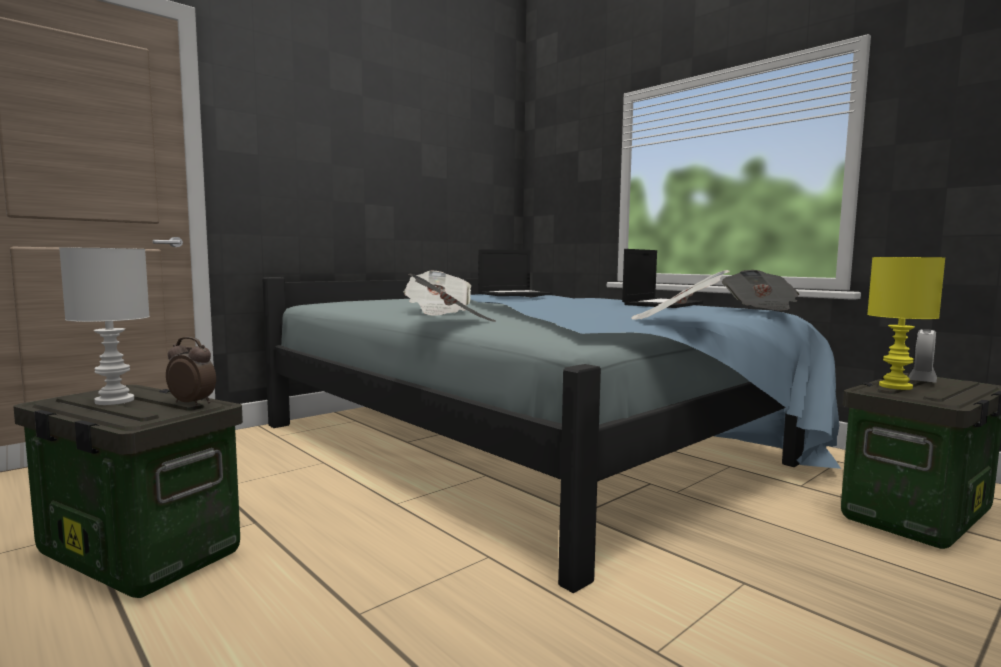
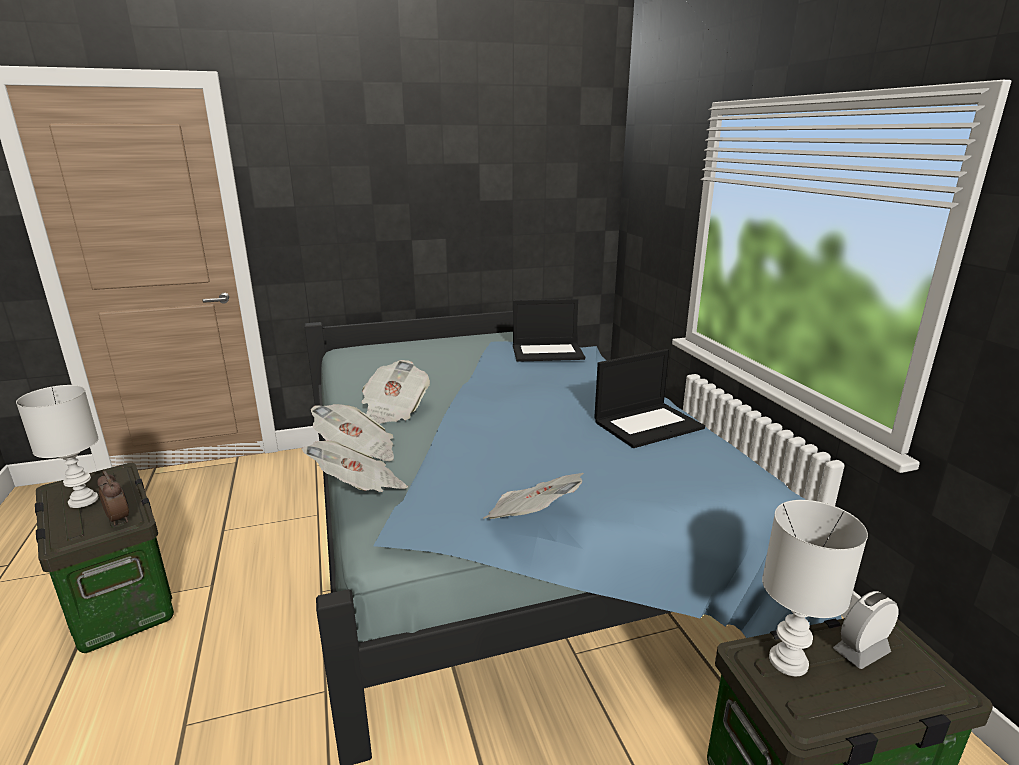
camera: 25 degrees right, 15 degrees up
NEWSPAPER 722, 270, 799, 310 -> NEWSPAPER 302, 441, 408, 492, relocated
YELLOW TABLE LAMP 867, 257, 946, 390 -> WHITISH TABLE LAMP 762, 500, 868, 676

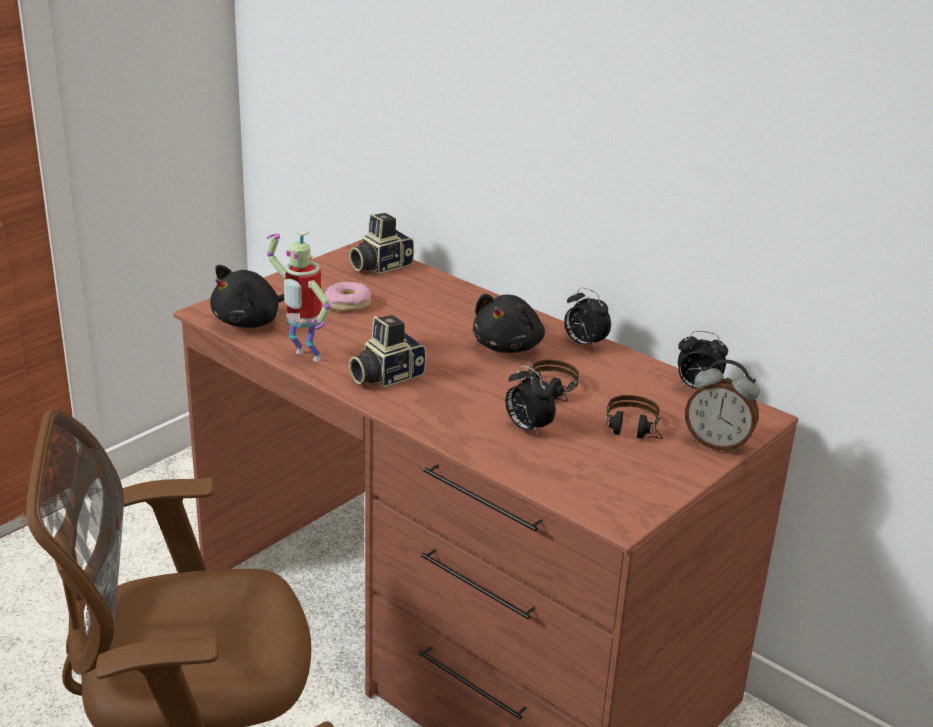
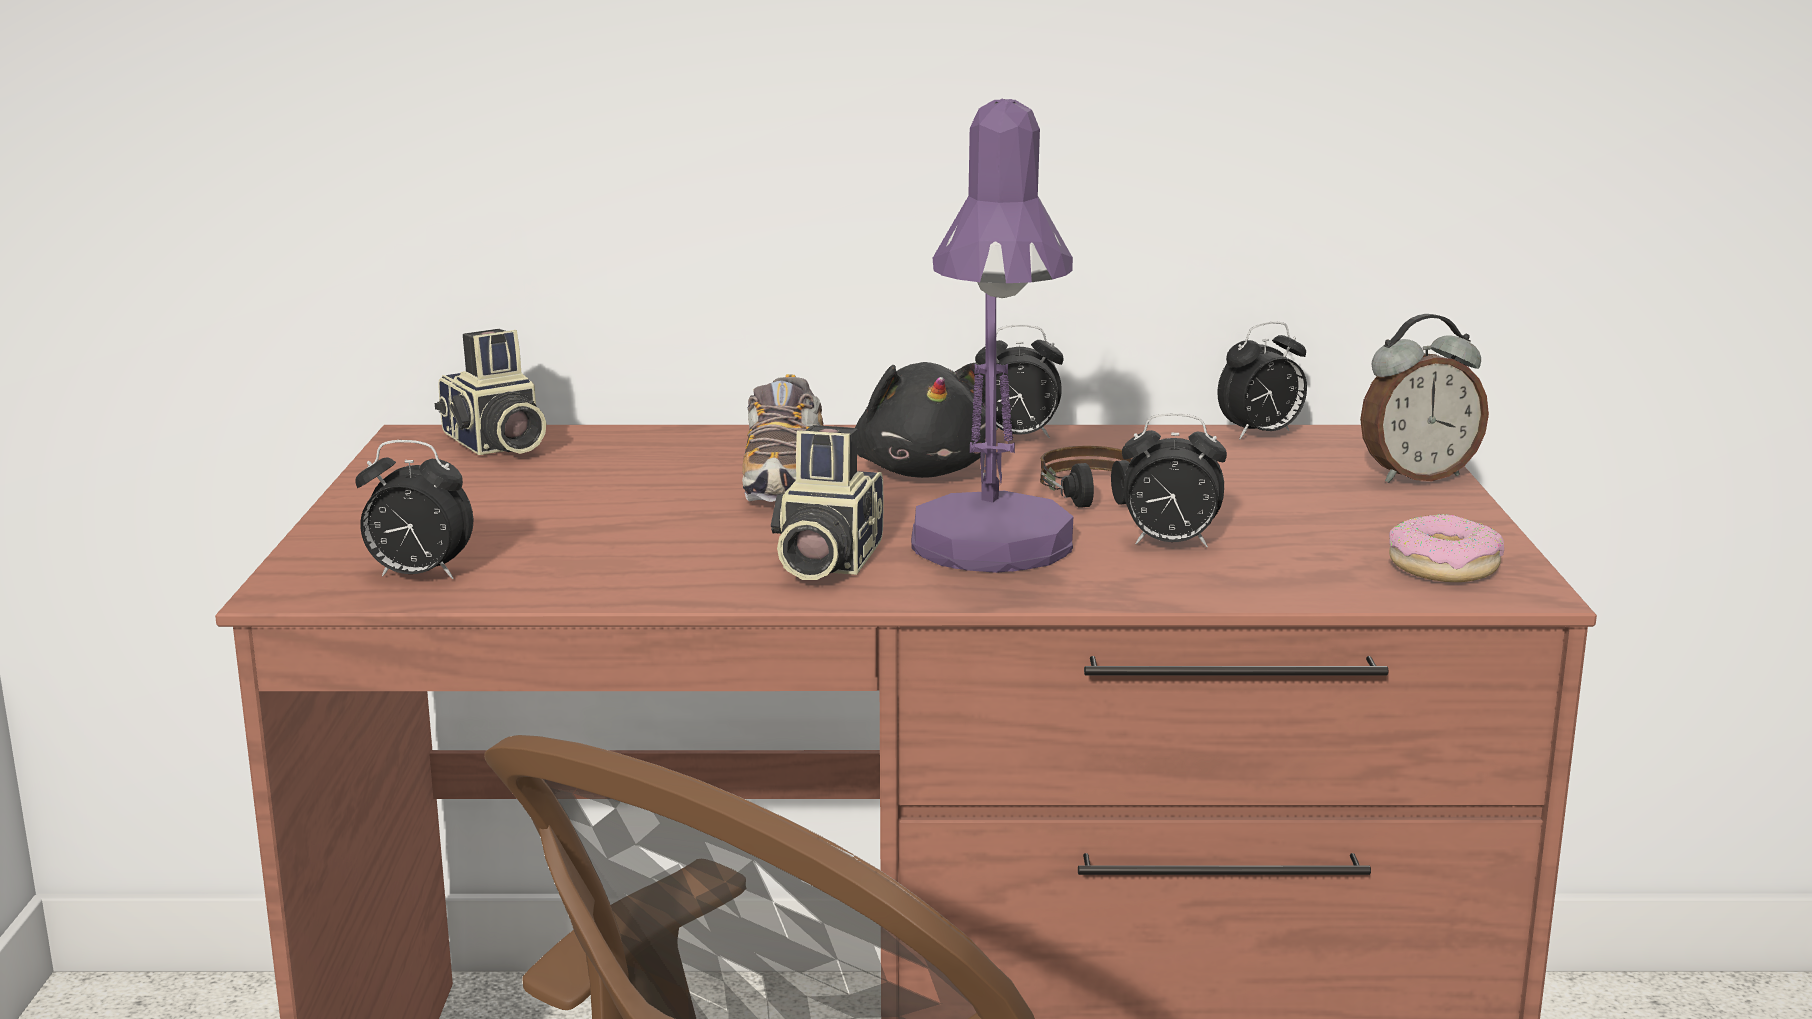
camera: 40 degrees left, 10 degrees down
BLACKISH CUDDLY TOY 210, 265, 284, 328 -> ALARM CLOCK 355, 440, 473, 579
PHOTO CAMERA 349, 213, 414, 274 -> PHOTO CAMERA 435, 329, 547, 455, 45 degrees counterclockwise
none -> ITEM OF FOOTWEAR 742, 374, 823, 502
none -> PURPLISH TABLE LAMP 911, 99, 1073, 573
DONUT 325, 282, 371, 312 -> DONUT 1389, 514, 1504, 582, relocated
TOY ROBOT 267, 230, 331, 362 -> none
HEADPHONES 606, 395, 663, 439 -> none

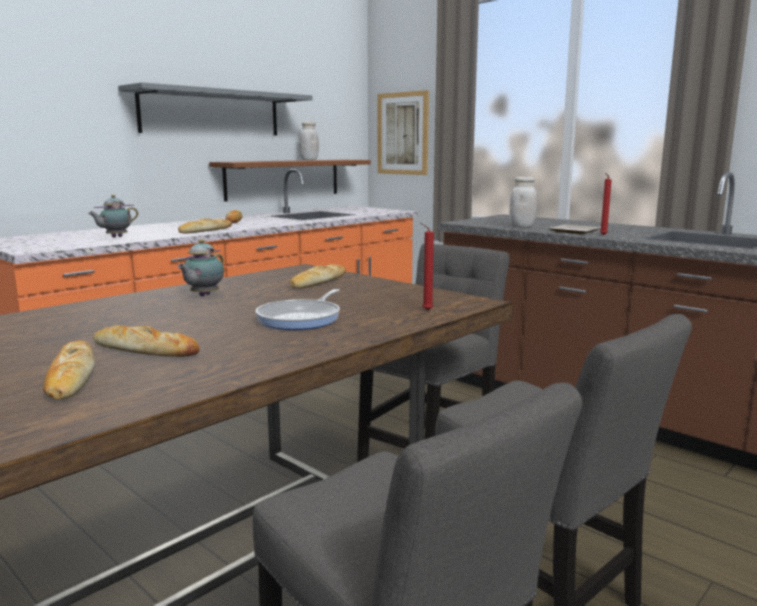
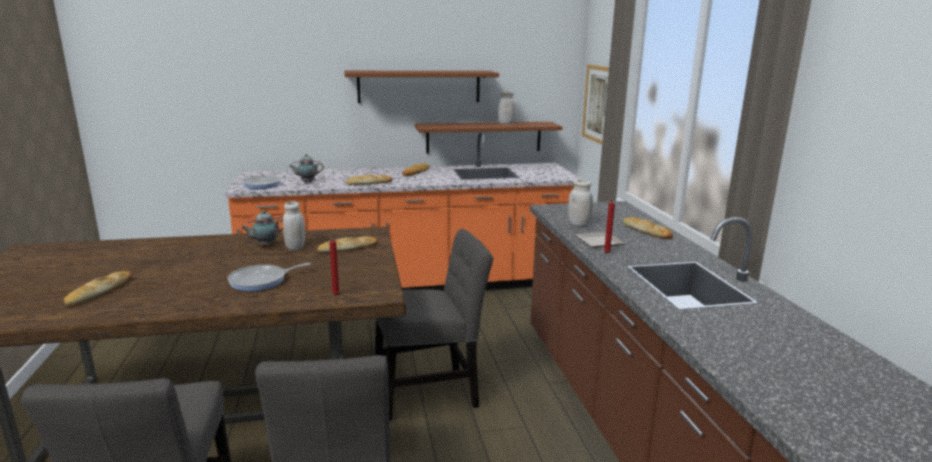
camera: 35 degrees right, 5 degrees up
none -> SKILLET 242, 171, 281, 189
none -> WHITISH JAR 283, 201, 305, 250
GRAY SHELF 118, 82, 313, 135 -> BROWN-COLOURED SHELF 344, 71, 499, 103
BAKERY BREAD 93, 325, 199, 357 -> BAKERY BREAD 623, 217, 673, 239, relocated

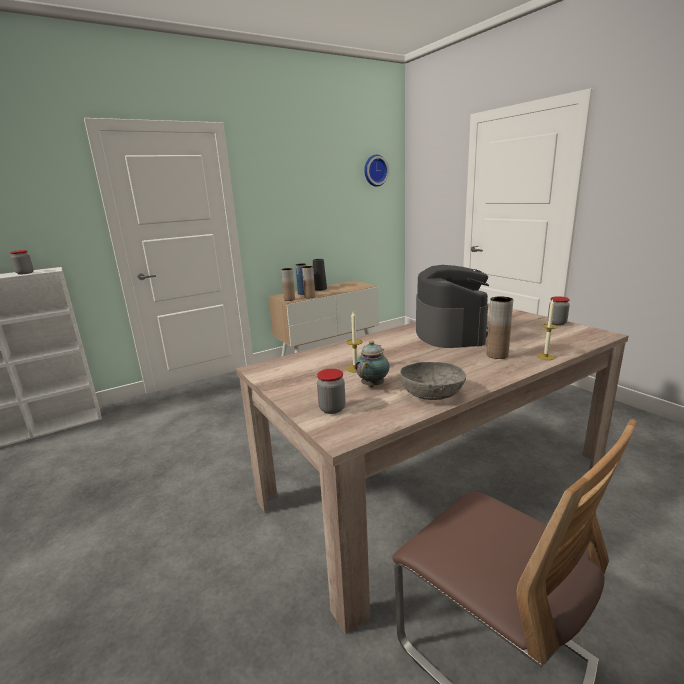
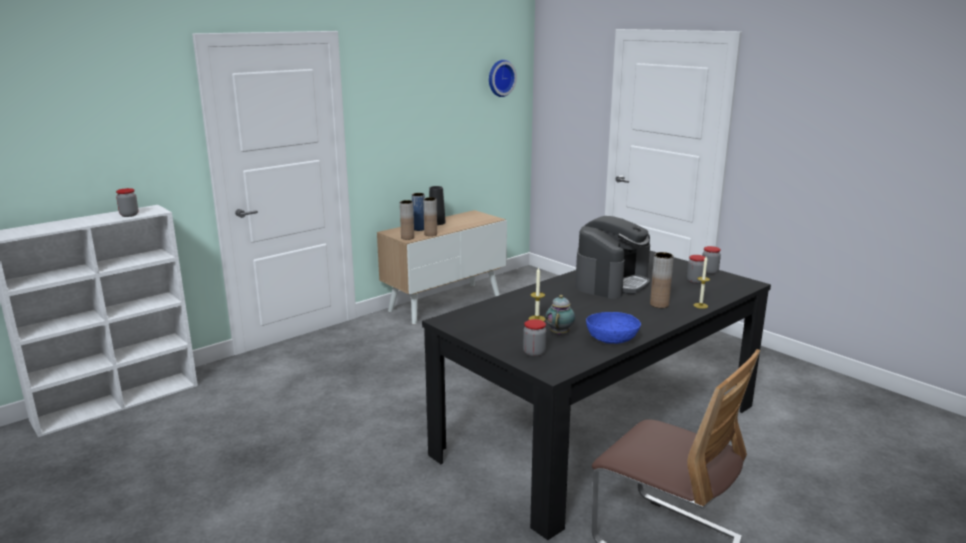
camera: 10 degrees left, 0 degrees up
SAND-COLOURED DINING TABLE 236, 303, 629, 634 -> BLACKISH DINING TABLE 422, 251, 771, 540
COFFEE BREWER 416, 265, 489, 348 -> COFFEE BREWER 575, 216, 650, 299, 45 degrees clockwise
GRAY DEEP DISH 400, 362, 466, 400 -> BLUISH DEEP DISH 586, 312, 641, 344
none -> JAR 687, 255, 705, 284

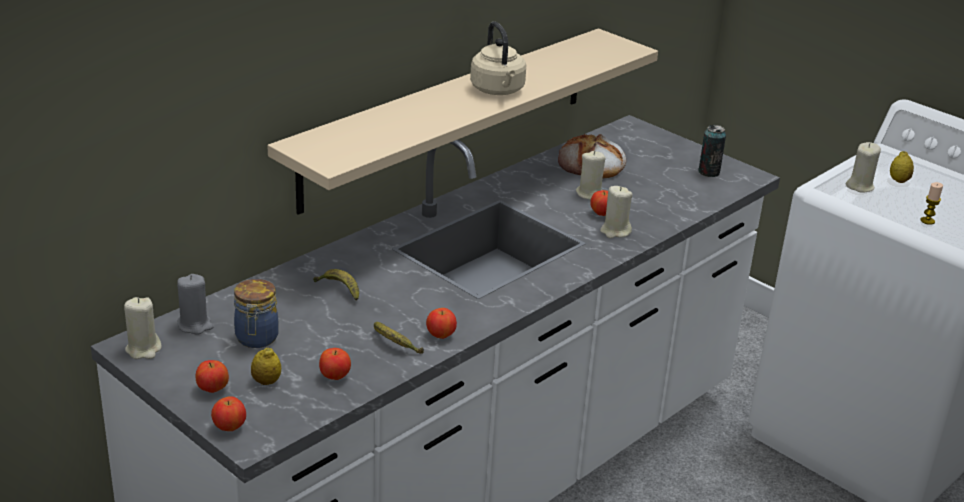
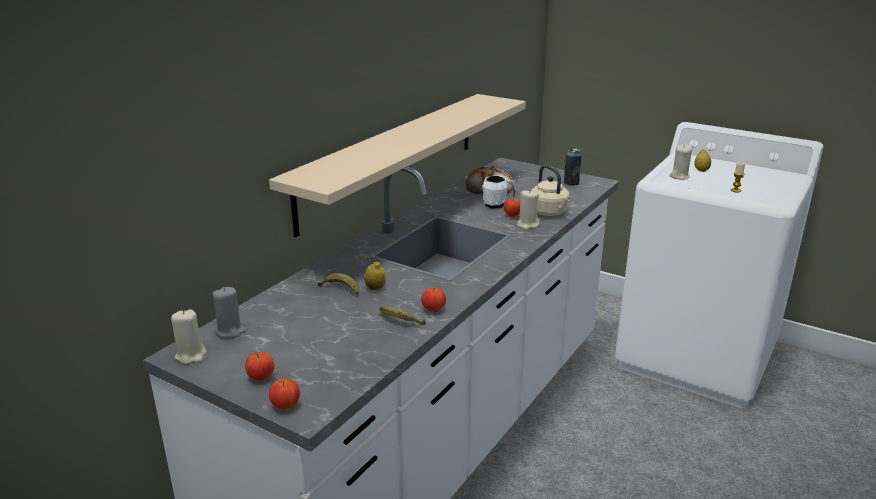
camera: 10 degrees left, 5 degrees down
CITRUS FRUIT 251, 348, 281, 385 -> CITRUS FRUIT 364, 261, 386, 290, relocated
SAND-COLOURED CANDLE 576, 151, 606, 200 -> WHITISH TEA MUG 483, 176, 516, 208
SAND-COLOURED KETTLE 470, 21, 526, 95 -> SAND-COLOURED KETTLE 531, 165, 571, 216, relocated
JAR 234, 279, 279, 348 -> none
APPLE 319, 348, 351, 380 -> none

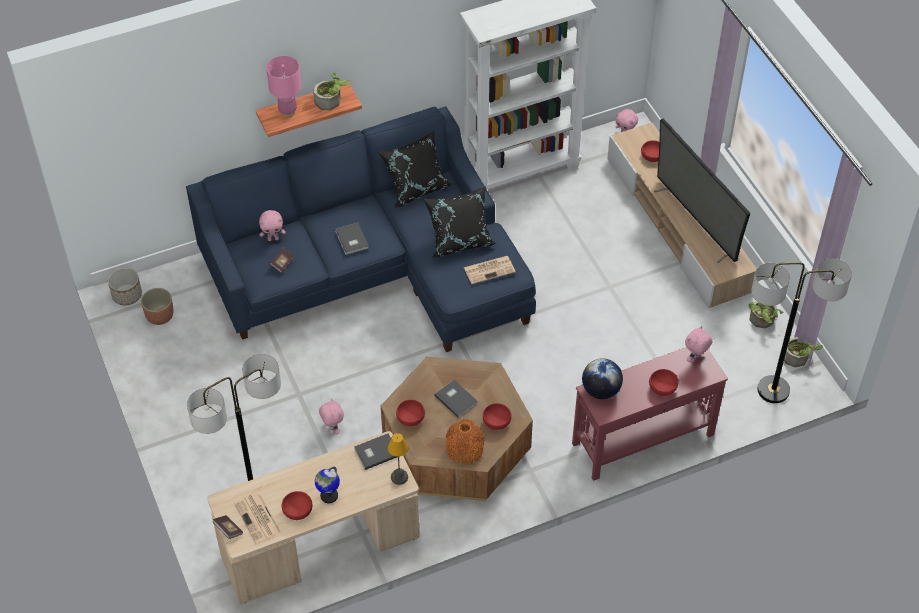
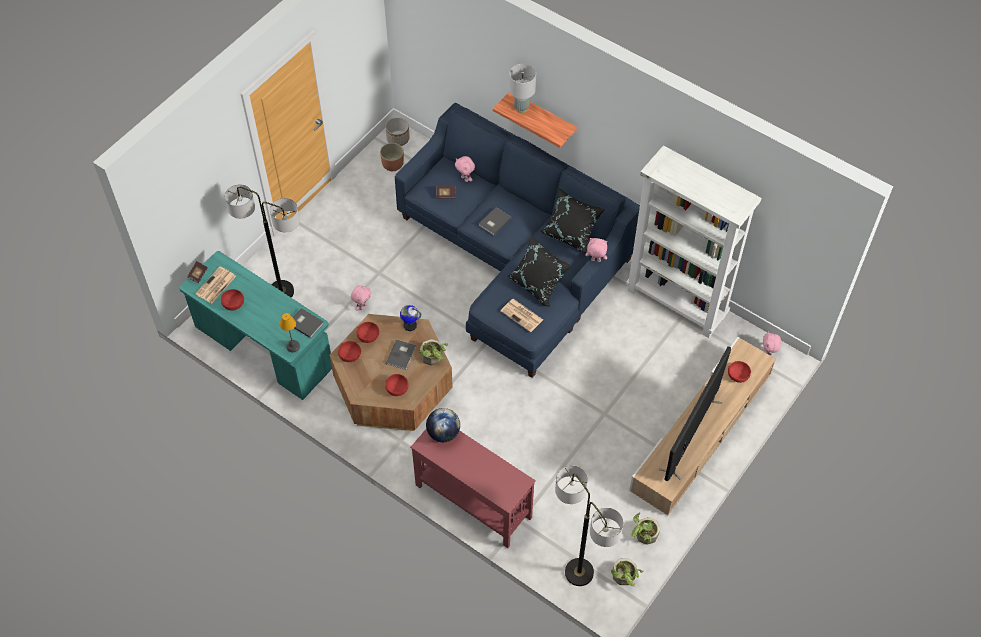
camera: 60 degrees right, 5 degrees up
SAND-COLOURED DESK TABLE 207, 431, 419, 605 -> TURQUOISE DESK TABLE 179, 251, 332, 400
REDDISH DEEP DISH 649, 369, 678, 396 -> REDDISH DEEP DISH 338, 341, 361, 362, relocated
WORLD GLOBE 315, 466, 340, 503 -> WORLD GLOBE 400, 305, 421, 331, relocated
HOUSEPLANT 313, 72, 350, 110 -> HOUSEPLANT 419, 339, 448, 366, relocated
PINK-COLOURED TABLE LAMP 266, 56, 301, 117 -> GRAY TABLE LAMP 509, 64, 536, 113
PINK-COLOURED CUDDLY TOY 685, 326, 713, 362 -> PINK-COLOURED CUDDLY TOY 585, 238, 608, 262, relocated
ORANGEY VASE 446, 419, 485, 465 -> none

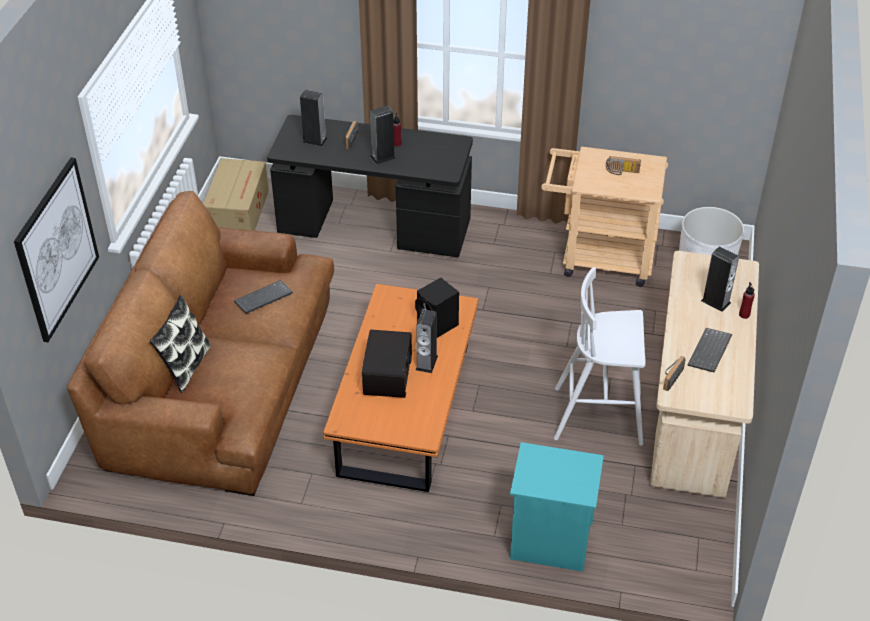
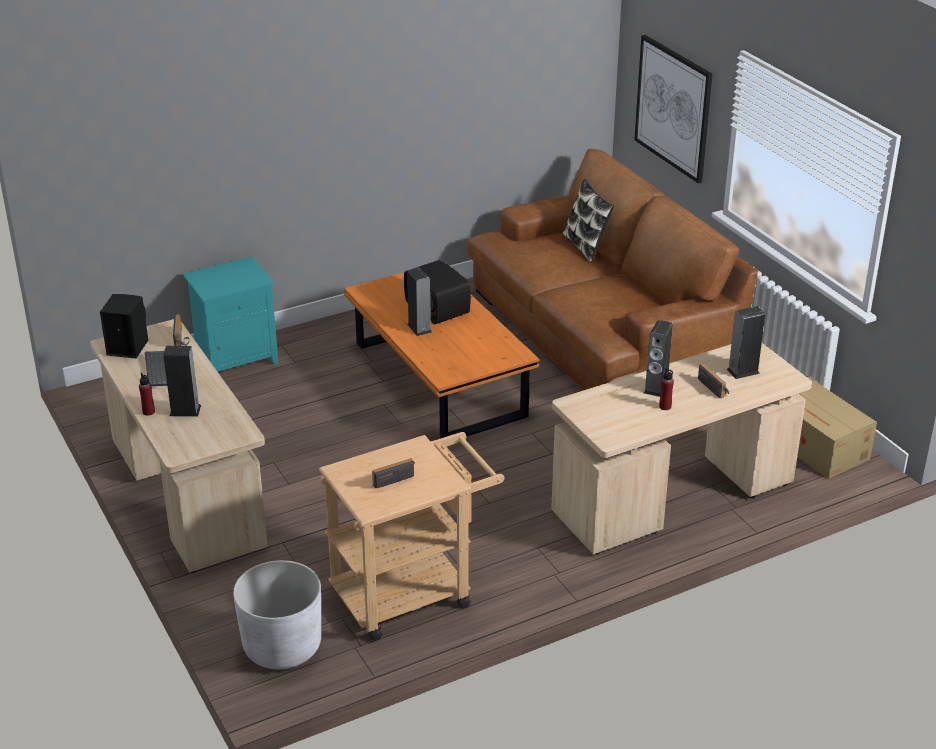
camera: 140 degrees right, 10 degrees down
BLACKISH LOUDSPEAKER 415, 277, 459, 338 -> BLACKISH LOUDSPEAKER 100, 294, 148, 358, relocated
BLACKISH DESK TABLE 267, 115, 473, 257 -> SAND-COLOURED DESK TABLE 551, 343, 812, 555
PC KEYBOARD 234, 280, 293, 314 -> none
WHITISH STOOL 554, 267, 645, 445 -> none

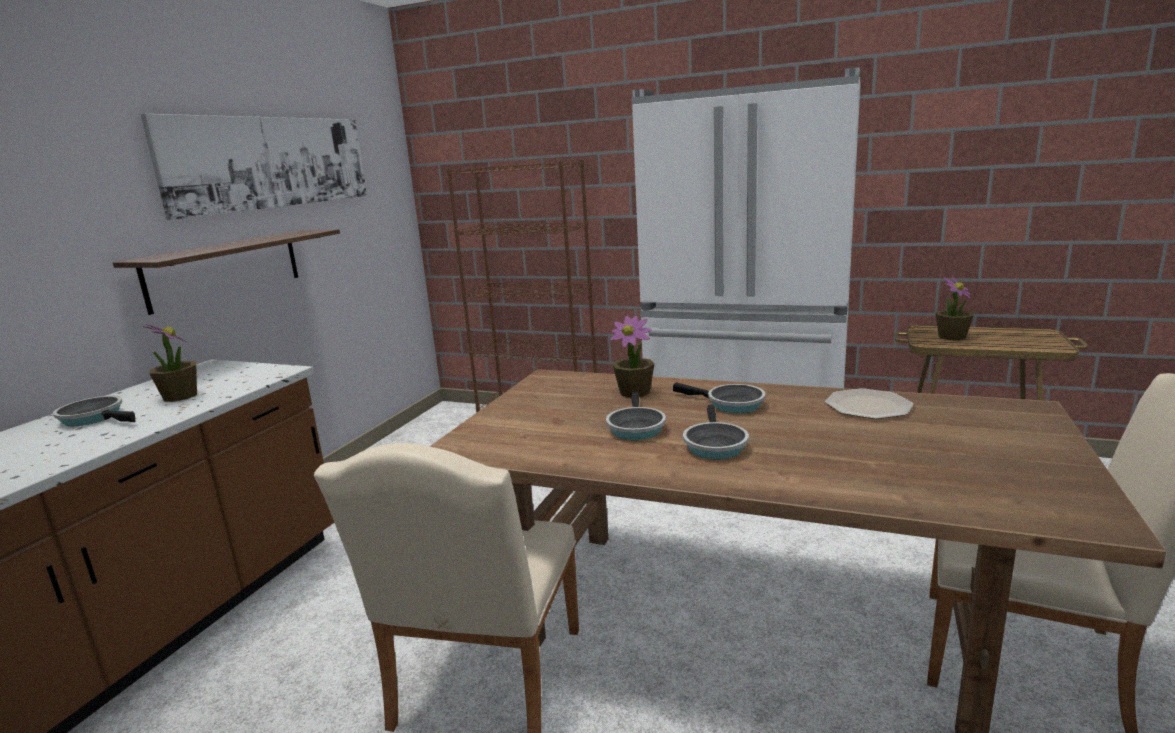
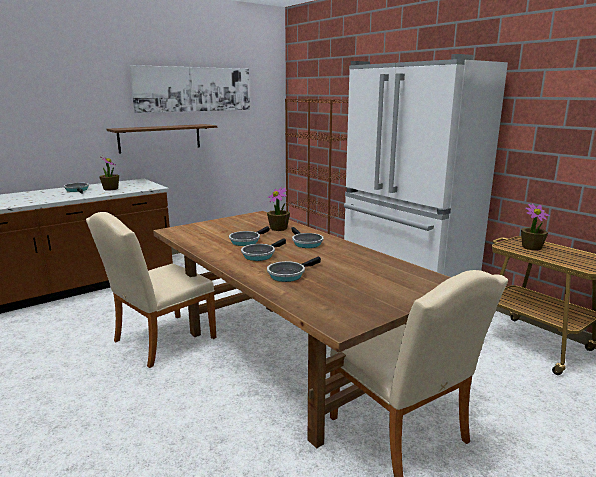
camera: 30 degrees right, 0 degrees up
none -> SKILLET 267, 257, 321, 282
PLATE 825, 388, 914, 419 -> none

